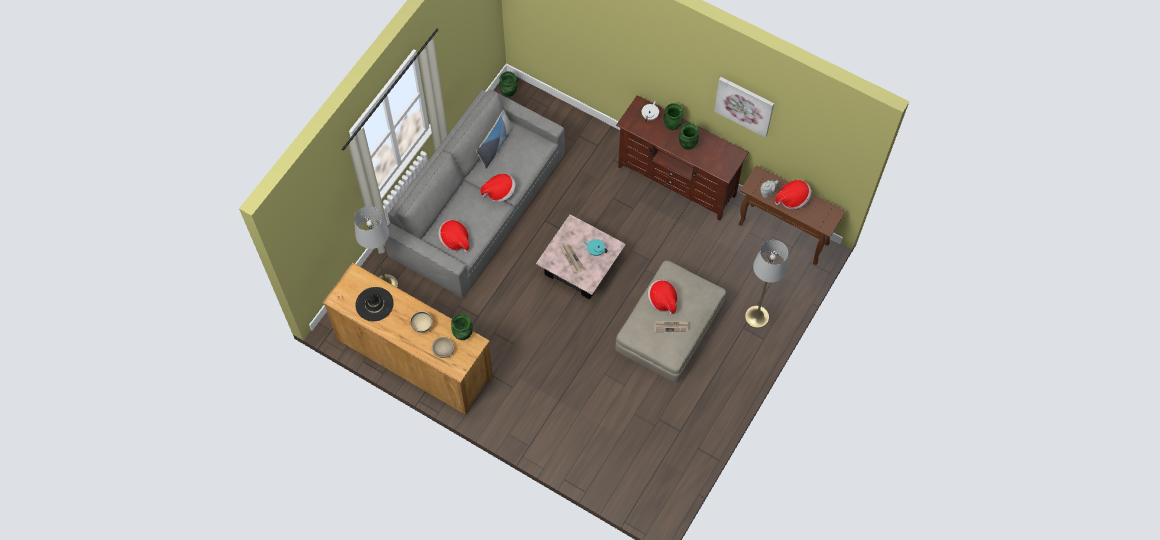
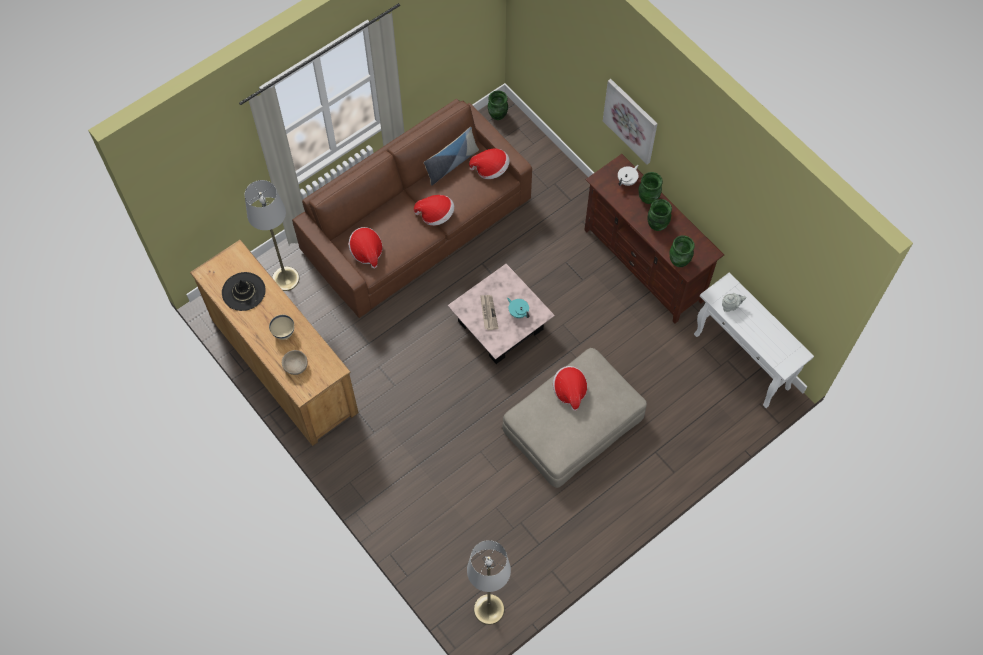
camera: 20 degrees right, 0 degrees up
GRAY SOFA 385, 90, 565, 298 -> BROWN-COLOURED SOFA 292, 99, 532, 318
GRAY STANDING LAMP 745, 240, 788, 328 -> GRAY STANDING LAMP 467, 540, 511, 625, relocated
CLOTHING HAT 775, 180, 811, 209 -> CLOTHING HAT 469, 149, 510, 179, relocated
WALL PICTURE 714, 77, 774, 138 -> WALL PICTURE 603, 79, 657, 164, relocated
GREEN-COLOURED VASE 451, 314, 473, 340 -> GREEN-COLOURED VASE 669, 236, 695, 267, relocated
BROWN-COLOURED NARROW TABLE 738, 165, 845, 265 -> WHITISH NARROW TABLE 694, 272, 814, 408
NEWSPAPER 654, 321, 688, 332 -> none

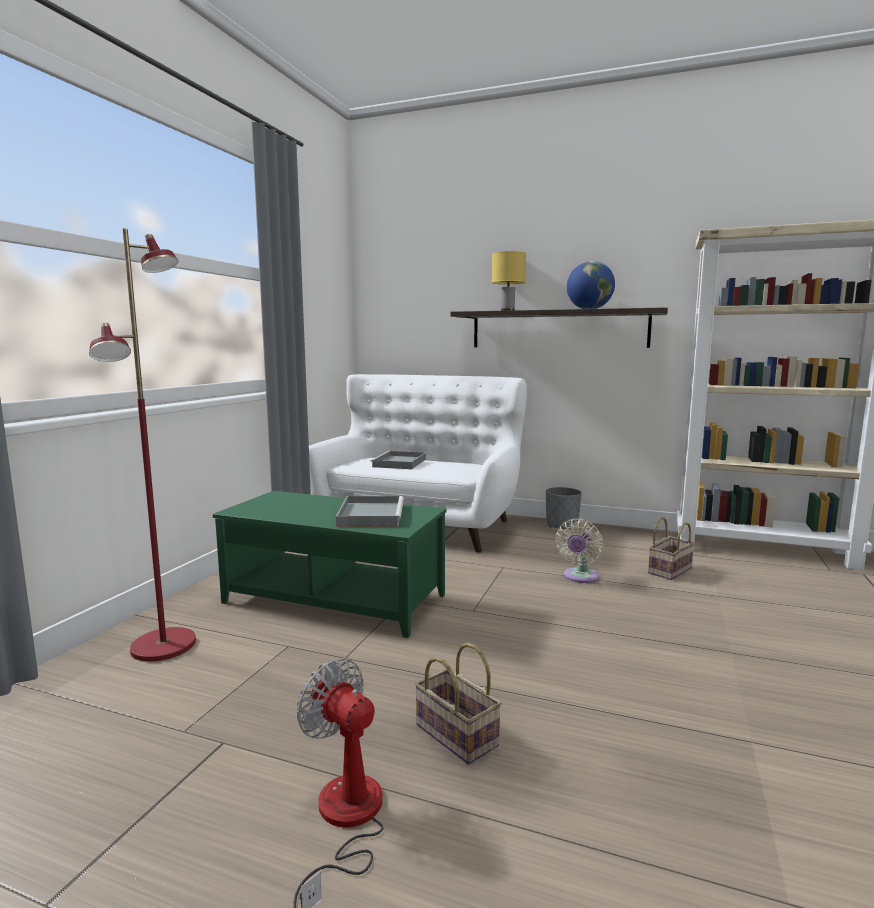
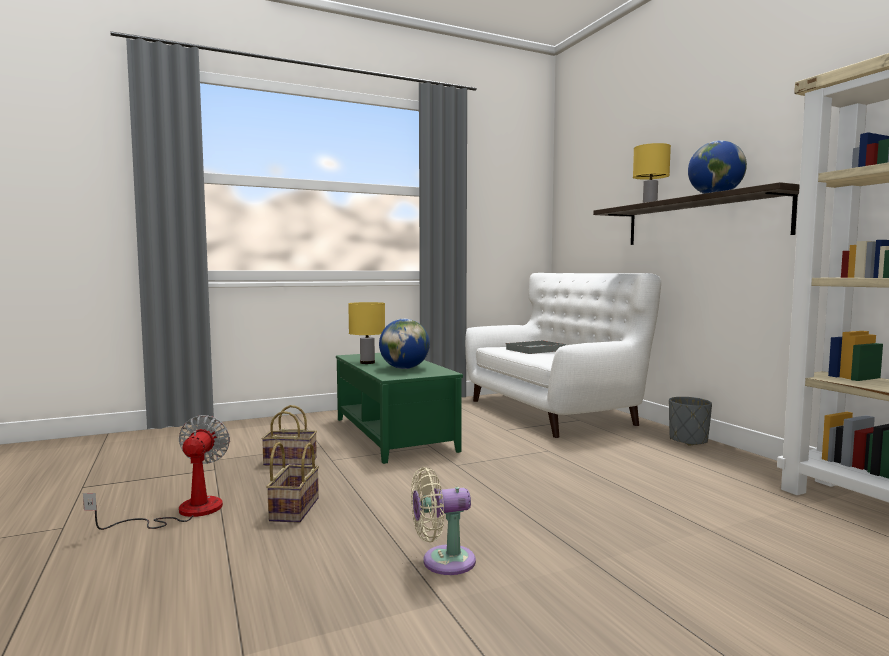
camera: 45 degrees right, 5 degrees down
STORAGE BASKET 648, 517, 695, 580 -> STORAGE BASKET 261, 405, 317, 466, relocated
none -> YELLOW TABLE LAMP 348, 302, 385, 364
GRAY CARRYING TRAY 336, 496, 404, 527 -> WORLD GLOBE 379, 319, 430, 369
SAND-COLOURED FAN 555, 519, 603, 583 -> SAND-COLOURED FAN 411, 467, 476, 575, relocated
REDDISH STANDING LAMP 89, 228, 196, 661 -> none

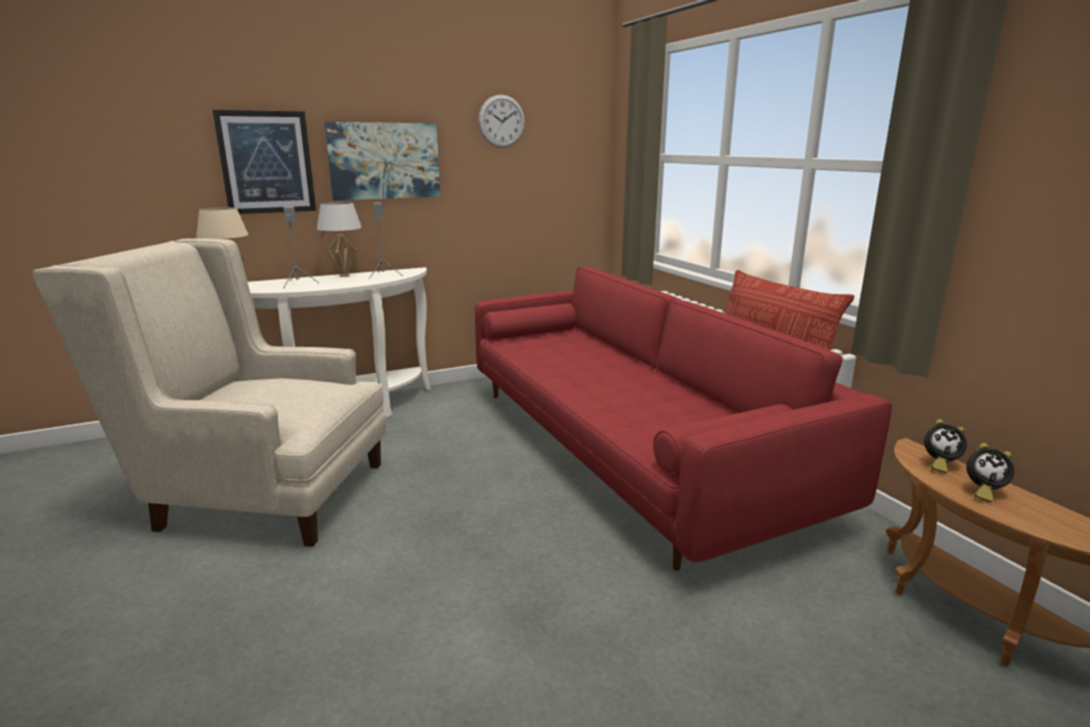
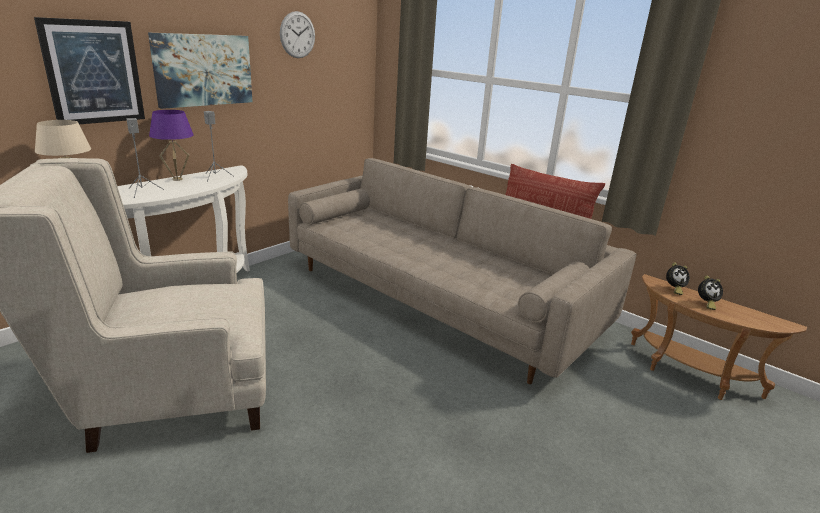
camera: 25 degrees left, 5 degrees up
WHITISH TABLE LAMP 317, 202, 362, 277 -> PURPLISH TABLE LAMP 149, 110, 194, 181
REDDISH SOFA 475, 267, 892, 571 -> SAND-COLOURED SOFA 288, 158, 637, 384

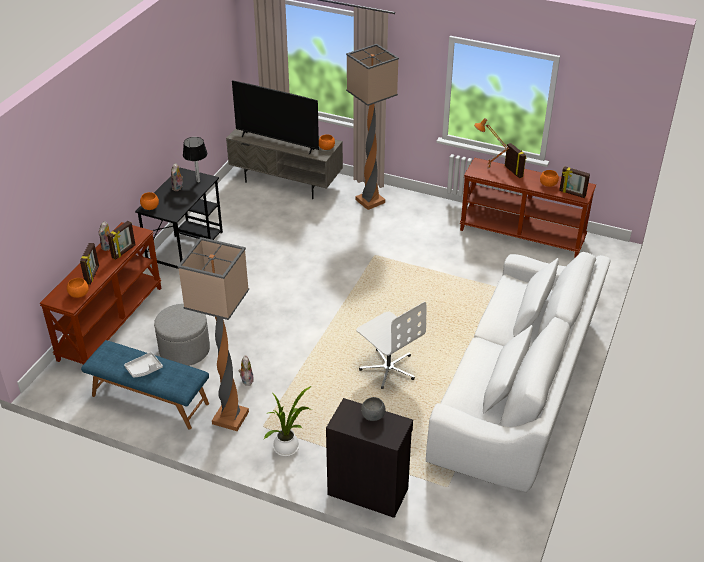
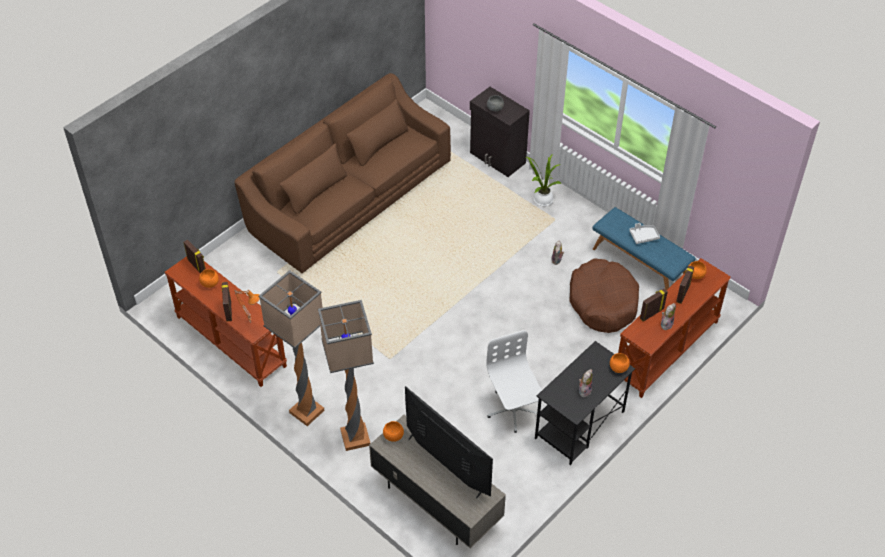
camera: 160 degrees left, 10 degrees up
WHITISH SOFA 426, 252, 610, 493 -> BROWN-COLOURED SOFA 235, 73, 451, 273
STANDING LAMP 177, 237, 249, 431 -> STANDING LAMP 258, 270, 324, 426, relocated
WHITISH COMPUTER CHAIR 356, 301, 426, 389 -> WHITISH COMPUTER CHAIR 486, 330, 542, 433, relocated
GRAY POUFFE 154, 304, 210, 366 -> BROWN-COLOURED DOG CUSHION 569, 258, 639, 333
TABLE LAMP 183, 137, 208, 183 -> none

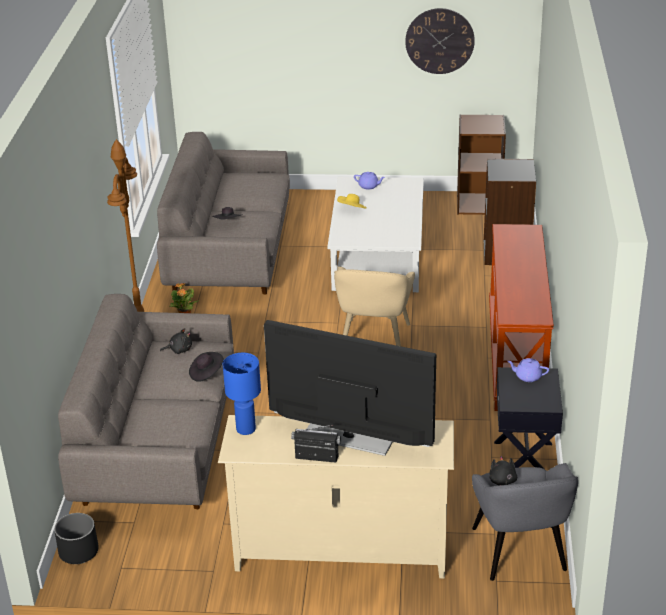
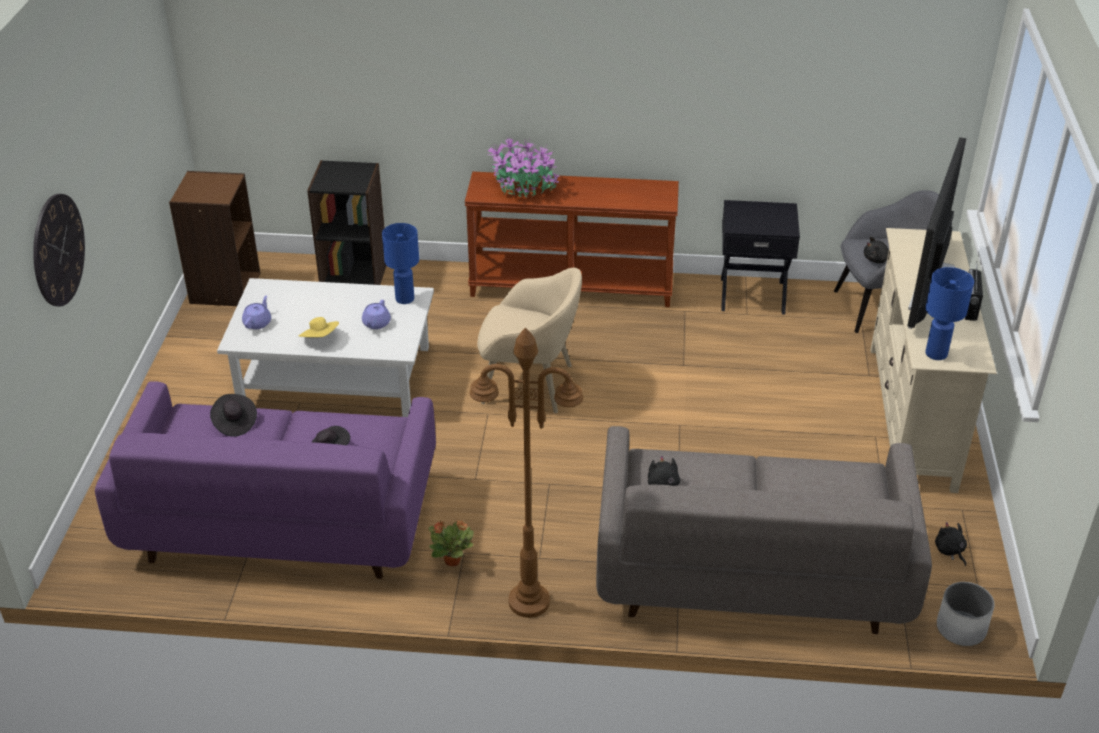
camera: 90 degrees left, 5 degrees up
WALL CLOCK 405, 8, 475, 74 -> WALL CLOCK 33, 194, 85, 307, relocated
GRAY SOFA 157, 132, 290, 294 -> PURPLISH SOFA 95, 381, 436, 579
BLACKISH CLOTHING HAT 189, 352, 224, 382 -> BLACKISH CLOTHING HAT 210, 394, 257, 437, relocated
PURPLISH TEAPOT 507, 358, 549, 382 -> PURPLISH TEAPOT 362, 300, 391, 329, relocated
none -> BLUISH TABLE LAMP 382, 223, 419, 304
none -> HOUSEPLANT 488, 138, 560, 197
none -> BLACKISH CUDDLY TOY 935, 522, 967, 566
BLACKISH FLOWER POT 54, 513, 98, 564 -> WHITISH FLOWER POT 937, 582, 995, 646

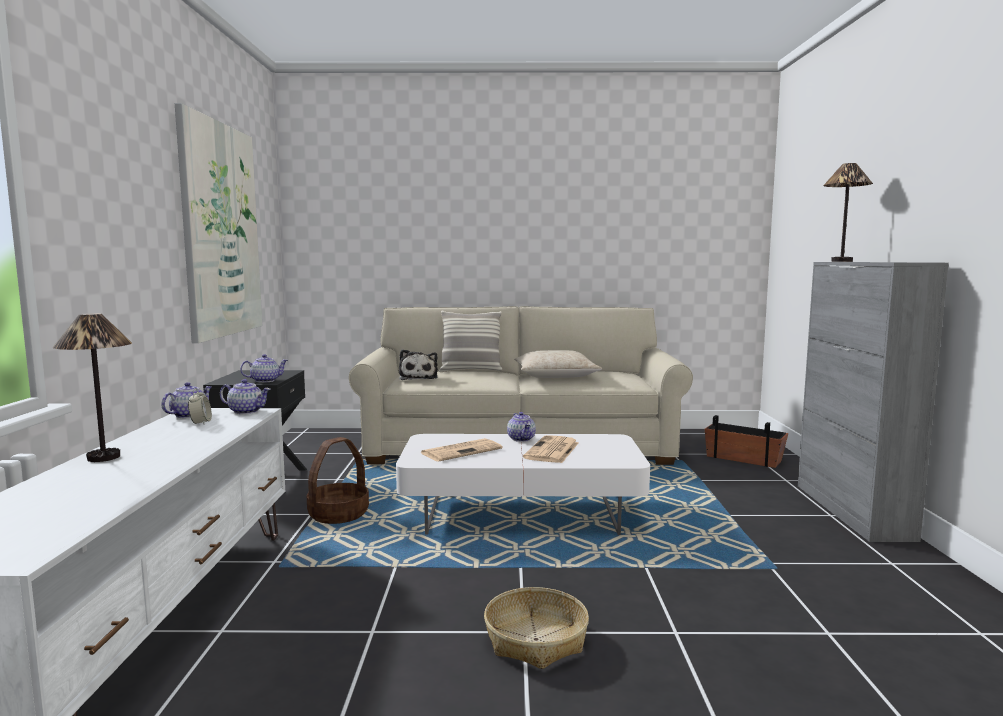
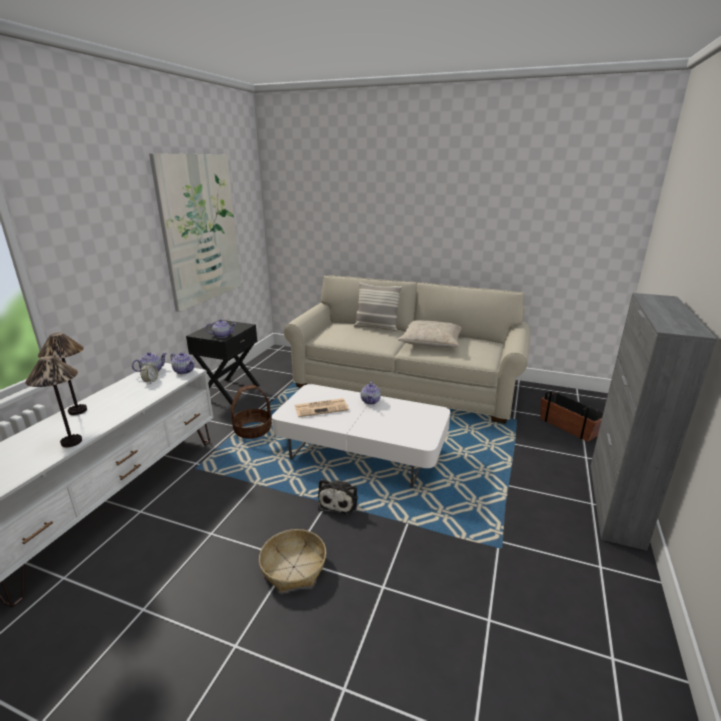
camera: 20 degrees right, 15 degrees up
TABLE LAMP 823, 163, 873, 262 -> TABLE LAMP 25, 356, 82, 447, relocated
CUDDLY TOY 399, 349, 438, 380 -> CUDDLY TOY 318, 479, 358, 515, relocated
NEWSPAPER 523, 435, 579, 463 -> none

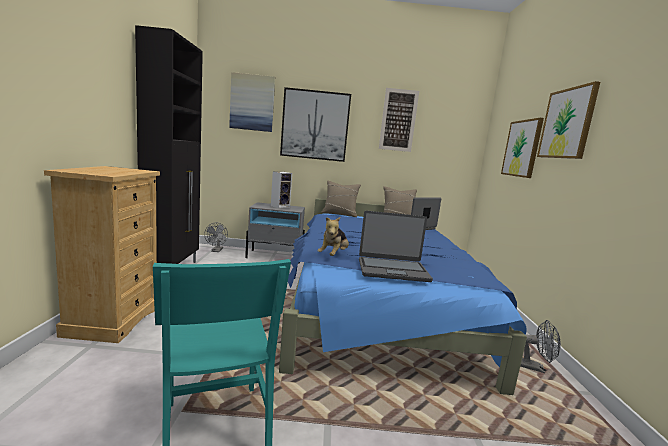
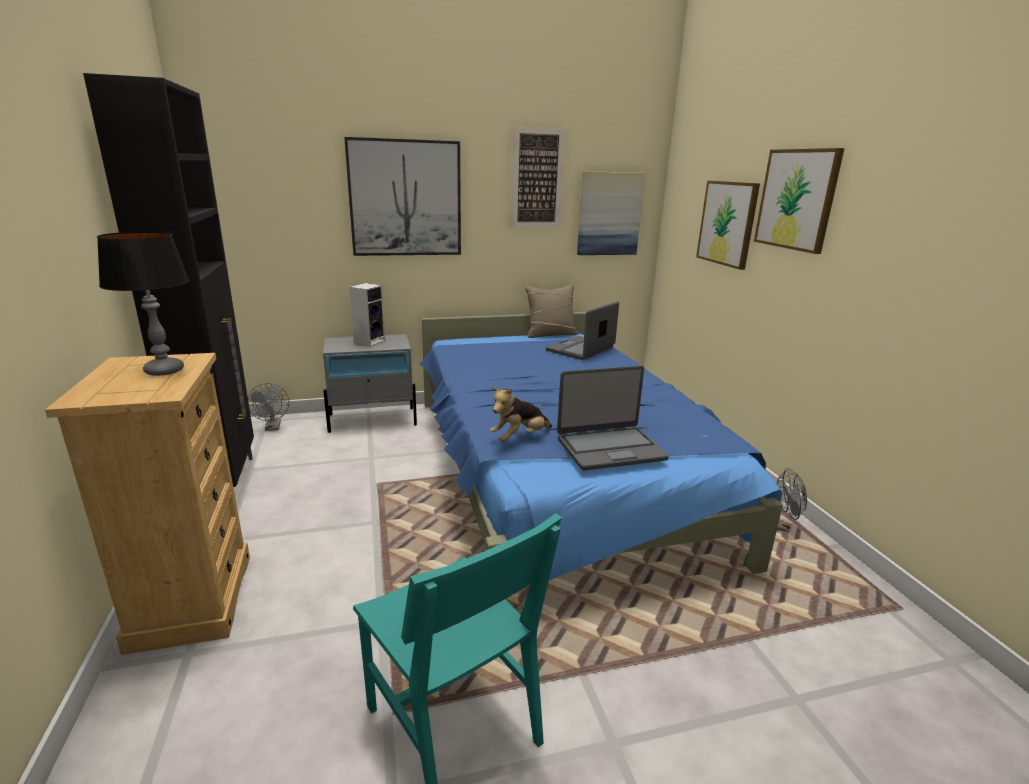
camera: 15 degrees left, 10 degrees up
none -> TABLE LAMP 97, 232, 189, 376
CUDDLY TOY 318, 217, 349, 256 -> CUDDLY TOY 490, 387, 552, 441, 45 degrees clockwise
WALL PICTURE 229, 72, 275, 132 -> WALL PICTURE 577, 171, 645, 255, relocated
SAND-COLOURED THROW PILLOW 322, 181, 361, 217 -> none

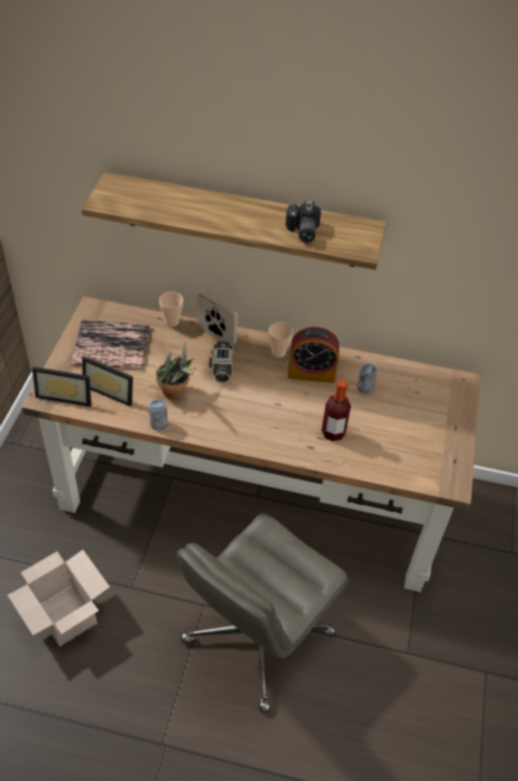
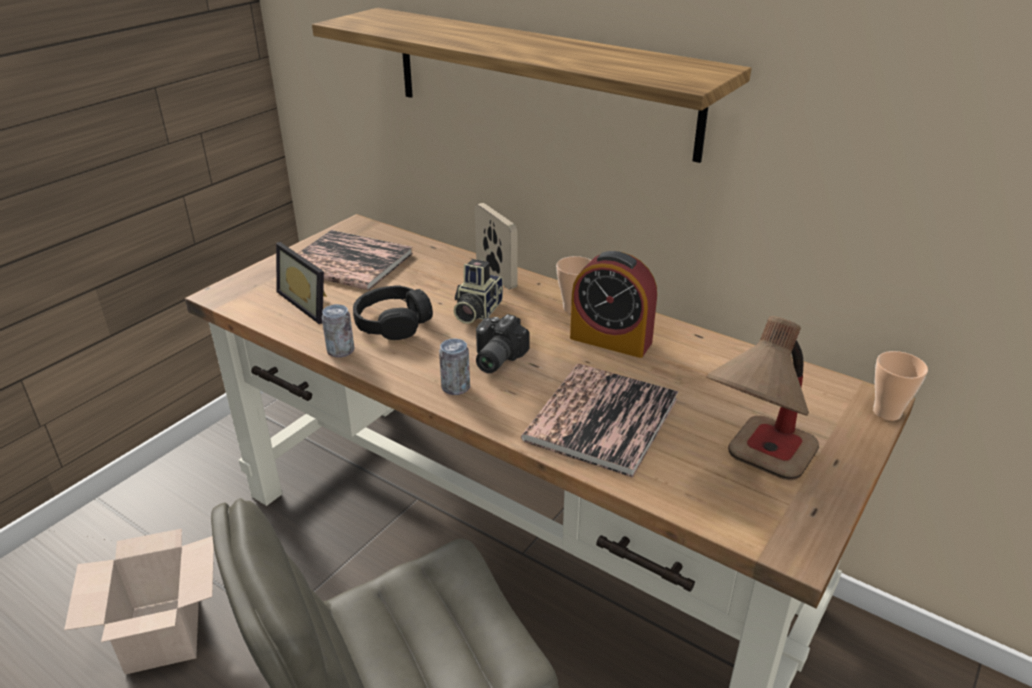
camera: 25 degrees right, 15 degrees down
HOUSEPLANT 156, 343, 194, 399 -> BLACKISH HEADPHONES 353, 286, 433, 340
CAN 357, 363, 377, 394 -> CAN 439, 338, 470, 395, relocated
PHOTO CAMERA 286, 200, 321, 243 -> PHOTO CAMERA 476, 314, 530, 373, relocated
BOTTLE 321, 380, 351, 442 -> BOUND BOOK 521, 364, 678, 478
none -> TABLE LAMP 706, 316, 819, 480
CUP 159, 292, 183, 327 -> CUP 873, 351, 928, 421, relocated
PHOTO FRAME 32, 367, 91, 407 -> none

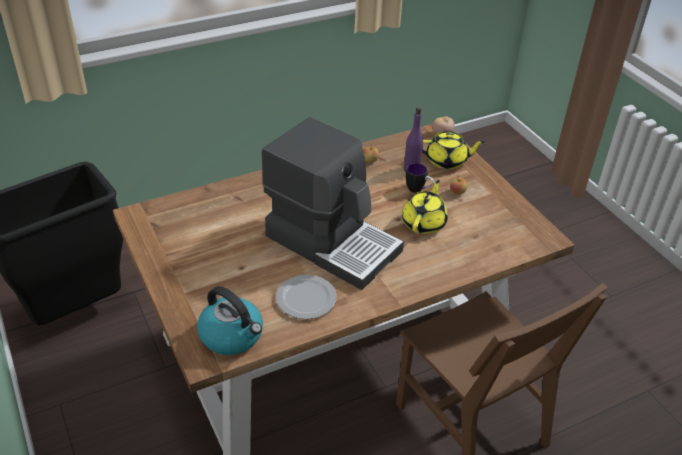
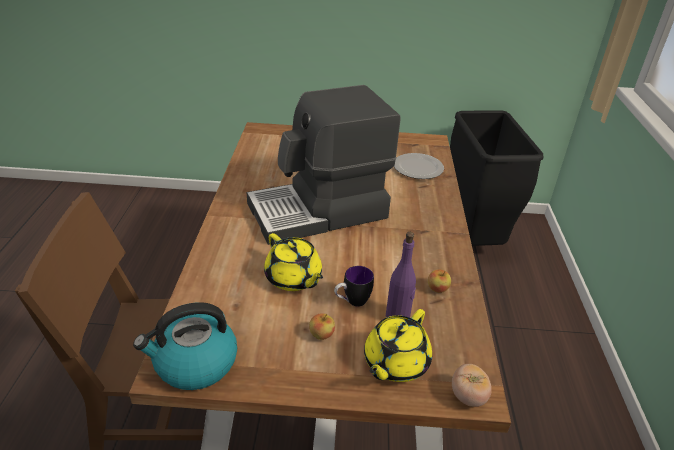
camera: 120 degrees right, 5 degrees down
KETTLE 197, 286, 263, 355 -> KETTLE 133, 302, 237, 390, relocated
PLATE 276, 275, 337, 319 -> PLATE 394, 153, 444, 179, relocated

